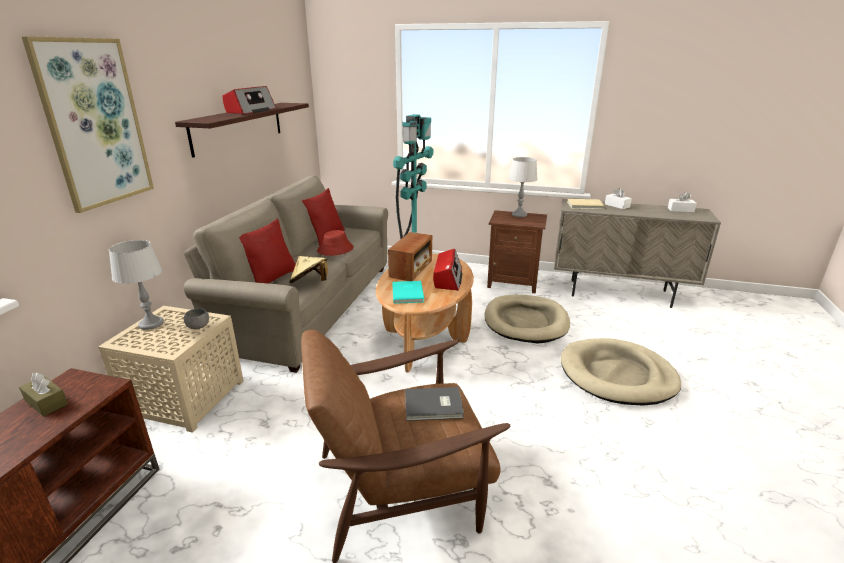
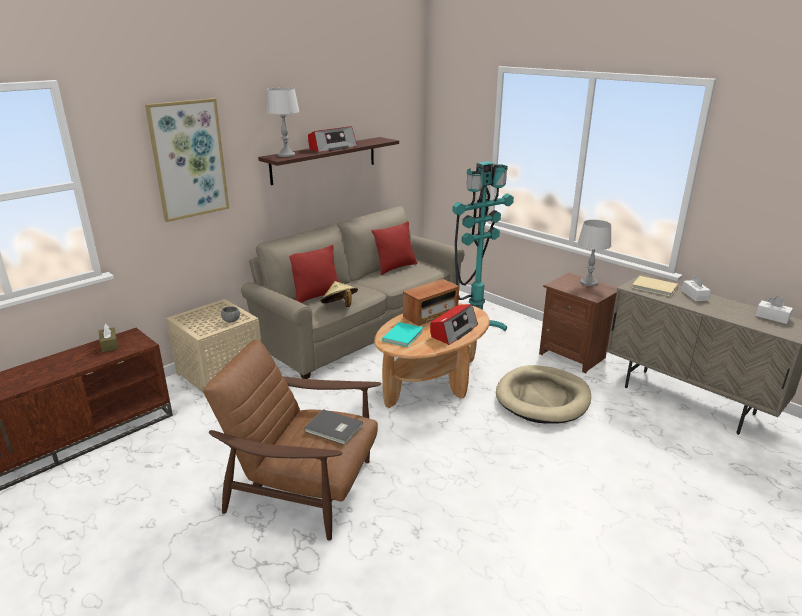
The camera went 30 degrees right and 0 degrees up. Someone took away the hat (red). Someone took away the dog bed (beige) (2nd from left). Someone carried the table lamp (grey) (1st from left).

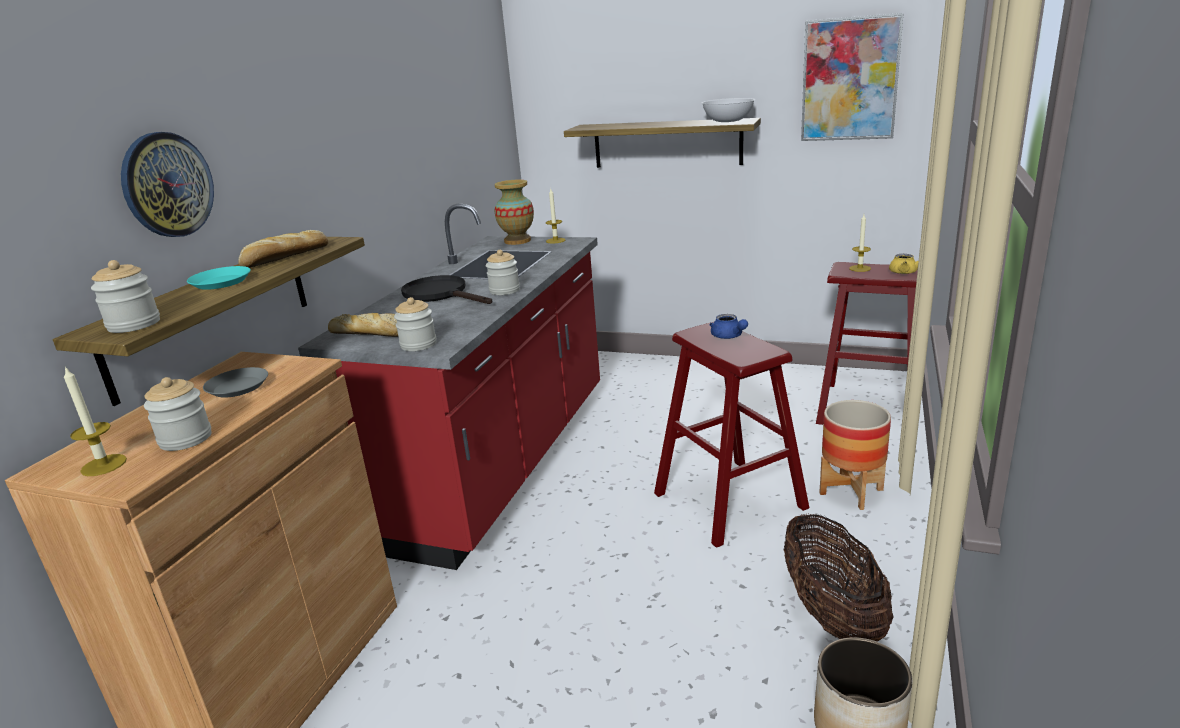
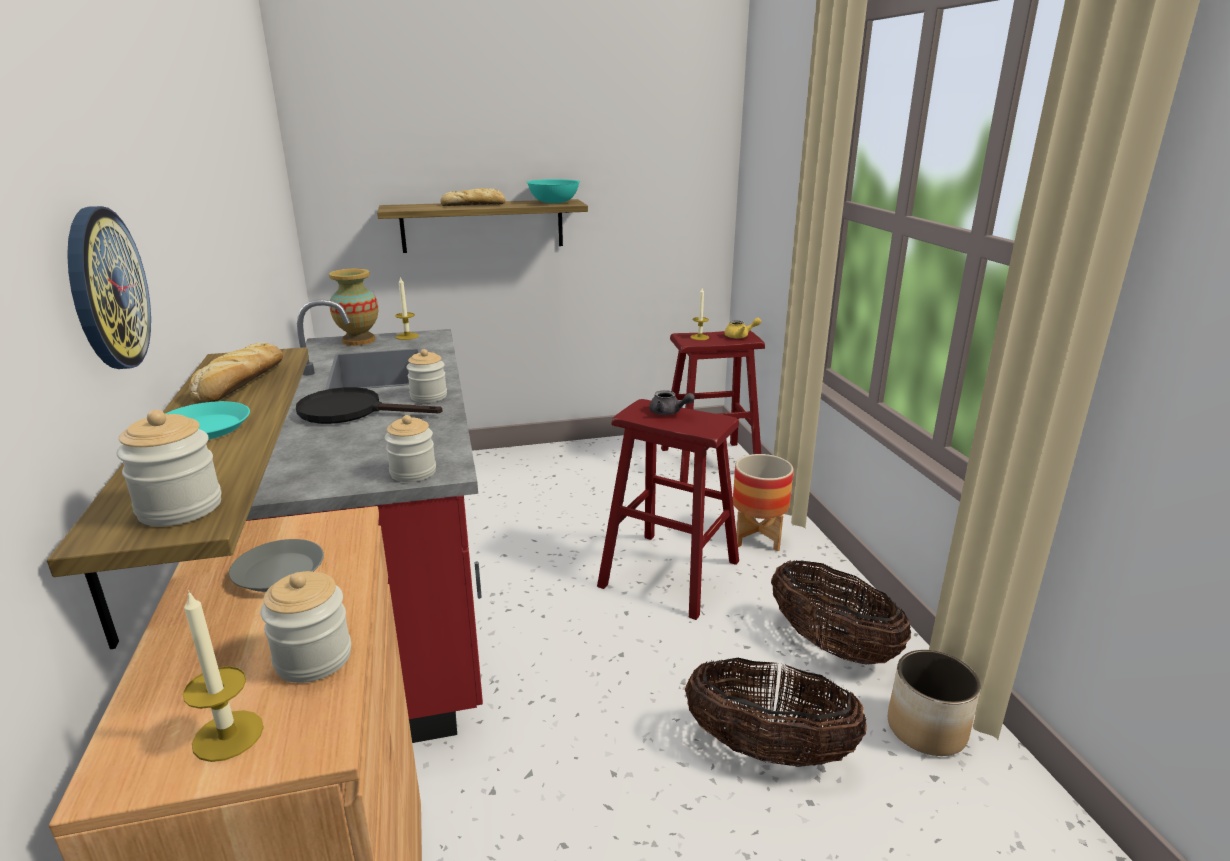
The camera went 35 degrees left and 0 degrees up. Someone took away the picture. Someone put down the basket (1st from left). Someone carried the bread (2nd from left). Someone repainted the bowl (white), which became the bowl (turquoise). Someone repainted the teapot (blue), which became the teapot (grey).

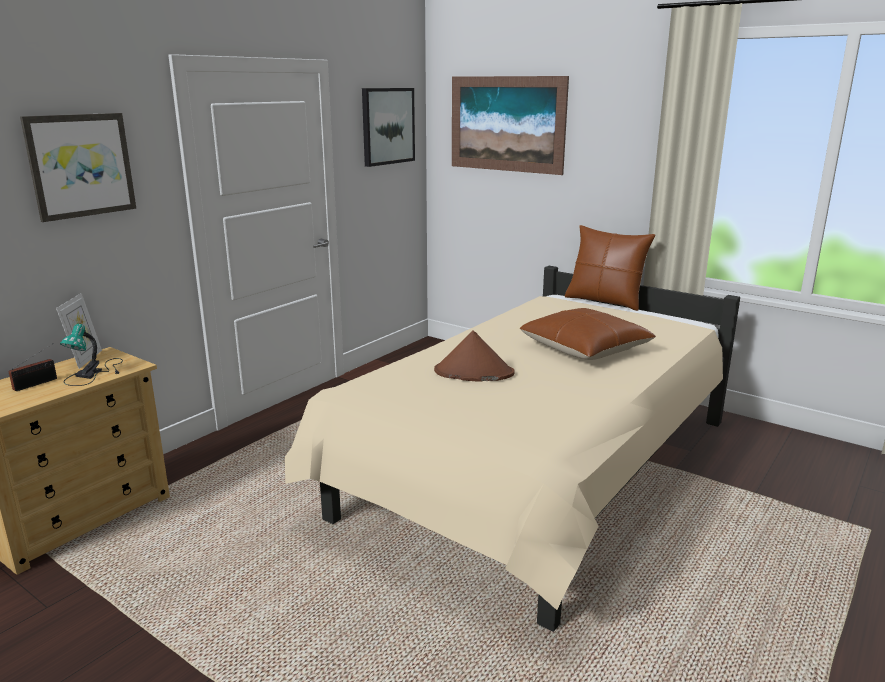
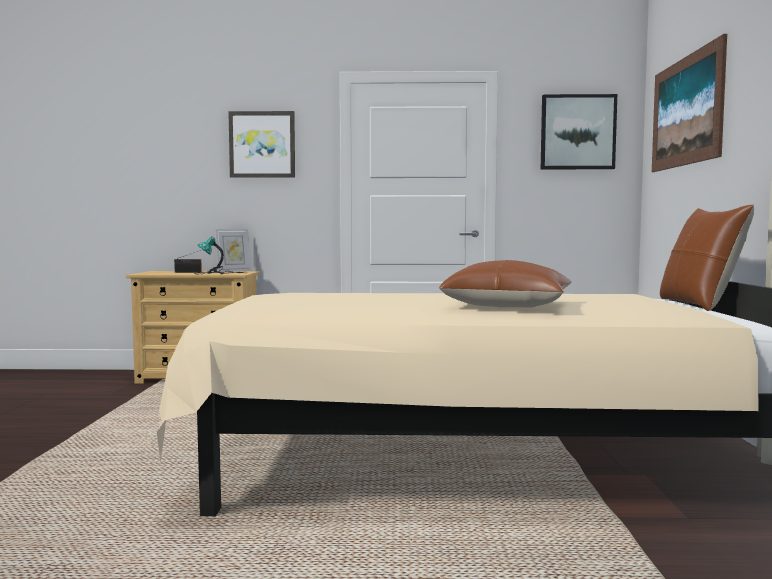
The camera went 55 degrees right and 15 degrees down. Someone took away the hat (brown).

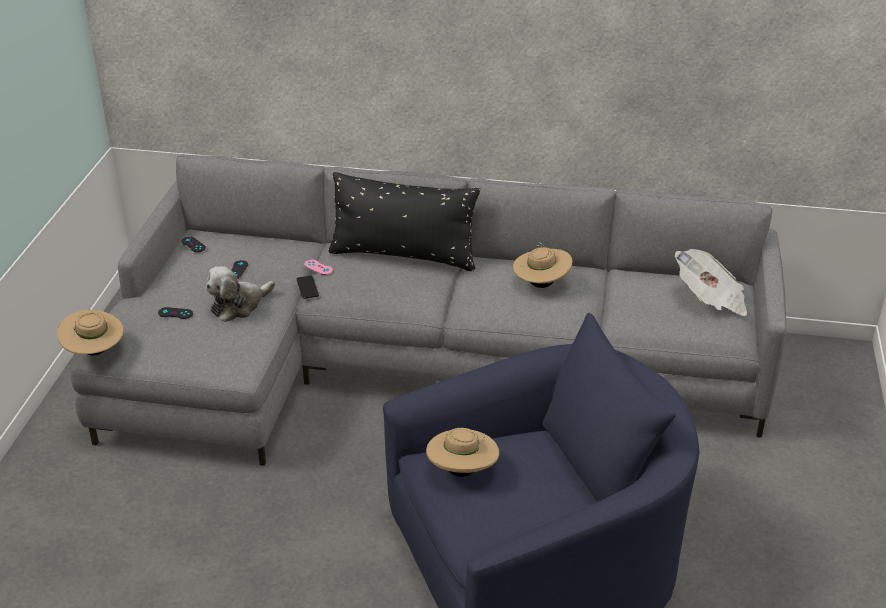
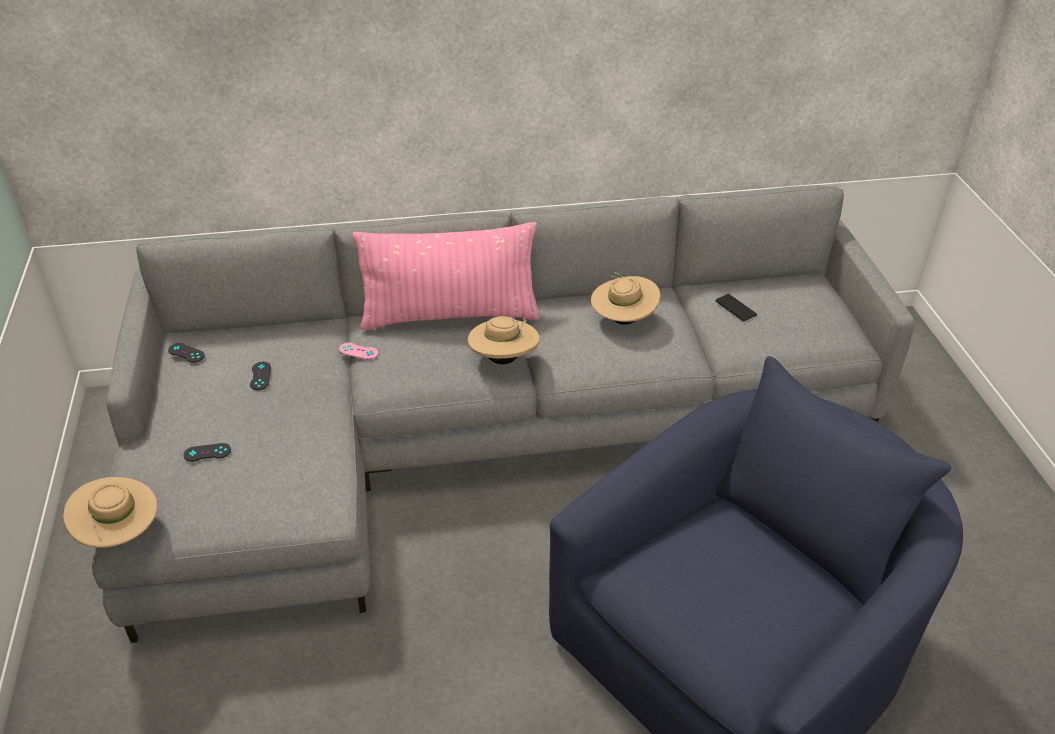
The camera went 20 degrees left and 5 degrees up. Someone took away the plush toy. Someone took away the newspaper. Someone carried the phone. Someone carried the hat (beige) (2nd from left). Someone repainted the pillow (black), which became the pillow (pink).

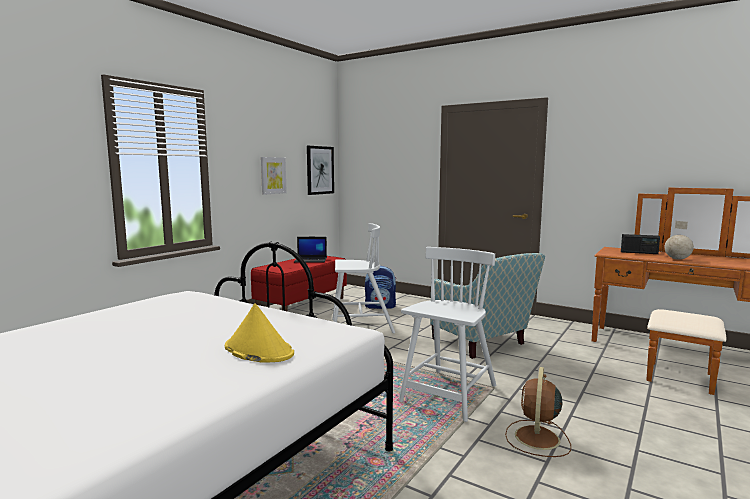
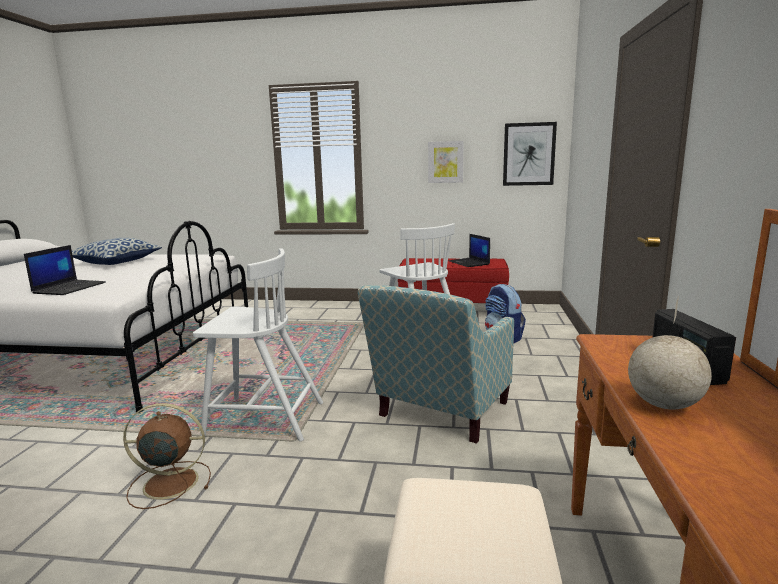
The camera went 65 degrees right and 5 degrees up. Someone put down the pillow. Someone swapped the hat (yellow) for the laptop (1st from left).

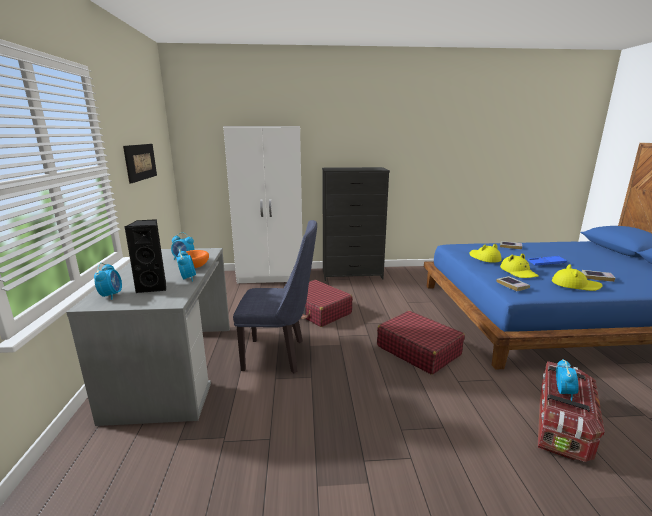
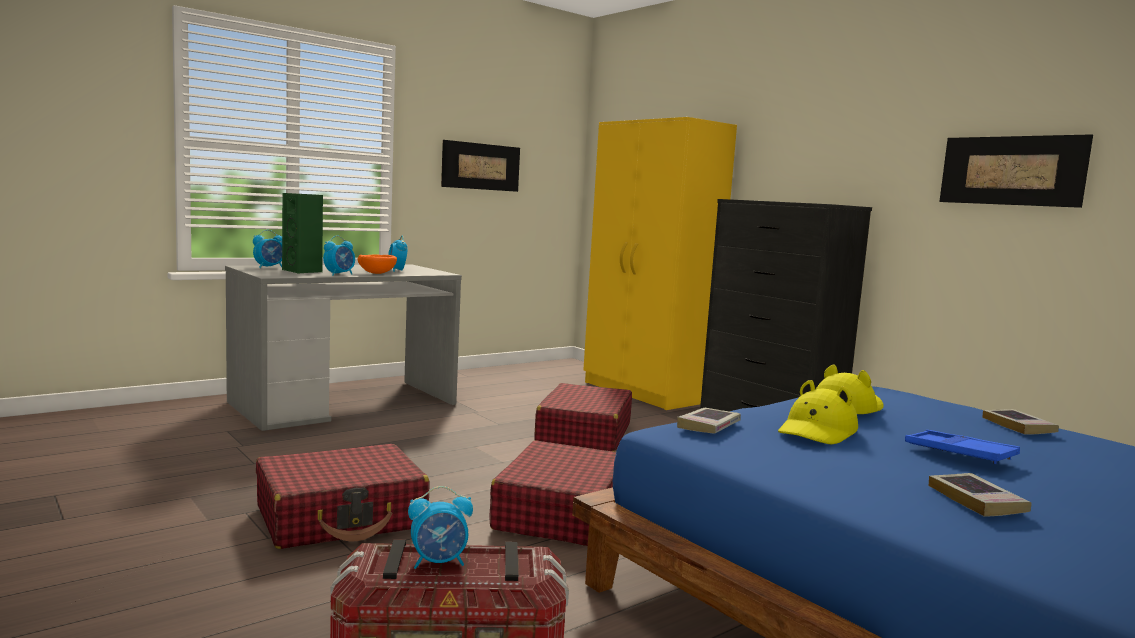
The camera went 55 degrees right and 10 degrees down. Someone took away the chair (blue). Someone took away the hat (yellow) (3rd from left). Someone put down the suitcase (red) (1st from left). Someone put up the picture (2nd from left). Someone repainted the speaker (black), which became the speaker (green). Someone repainted the wardrobe (white), which became the wardrobe (yellow).

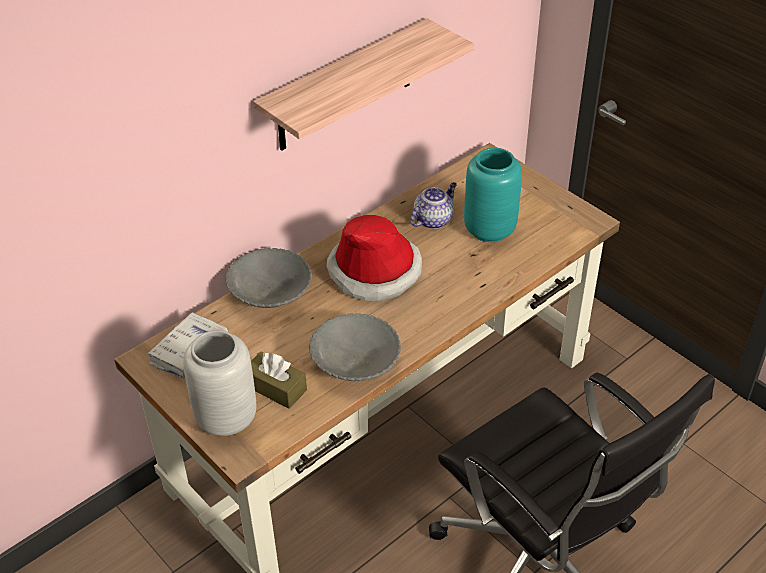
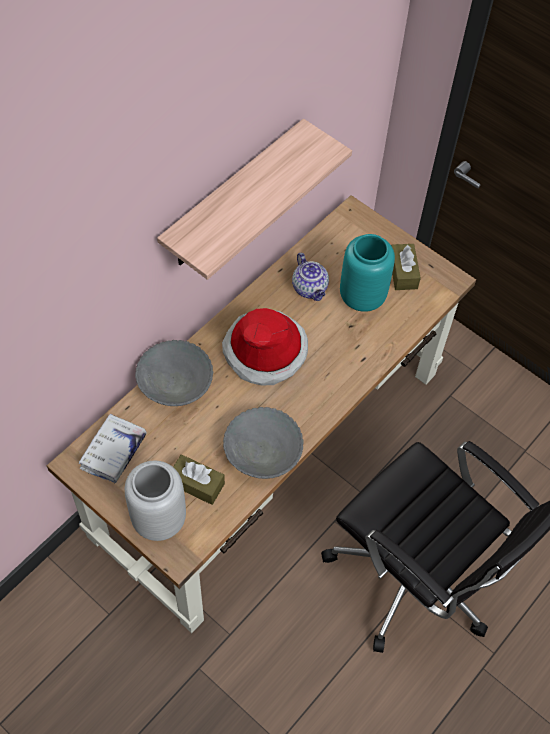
The camera went 10 degrees left and 15 degrees up. Someone put down the tissue box (brown) (2nd from left). Someone rotated the teapot by 120 degrees clockwise.

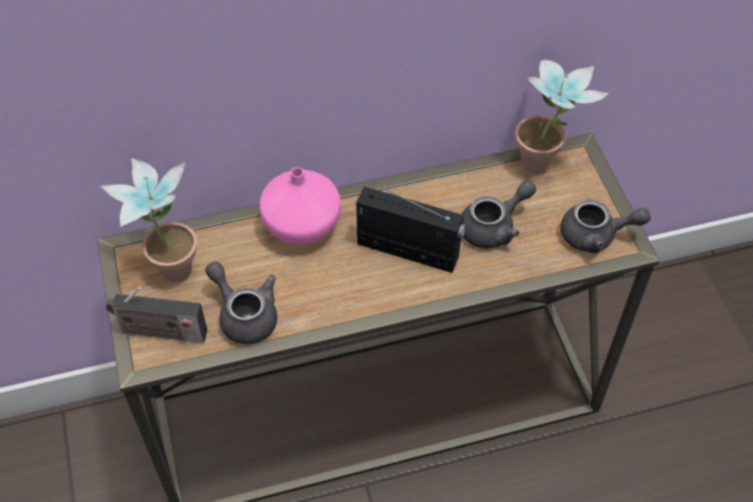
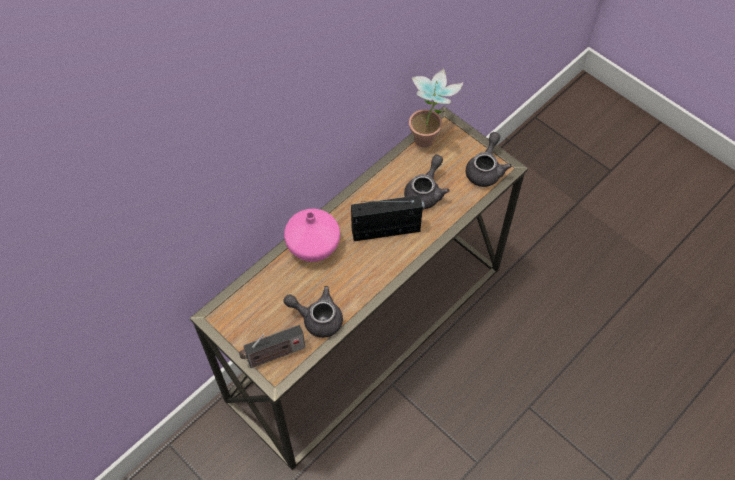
The camera went 30 degrees left and 5 degrees up. Someone took away the potted plant (1st from left). Someone rotated the teapot (grey) (3rd from left) by 45 degrees counterclockwise.

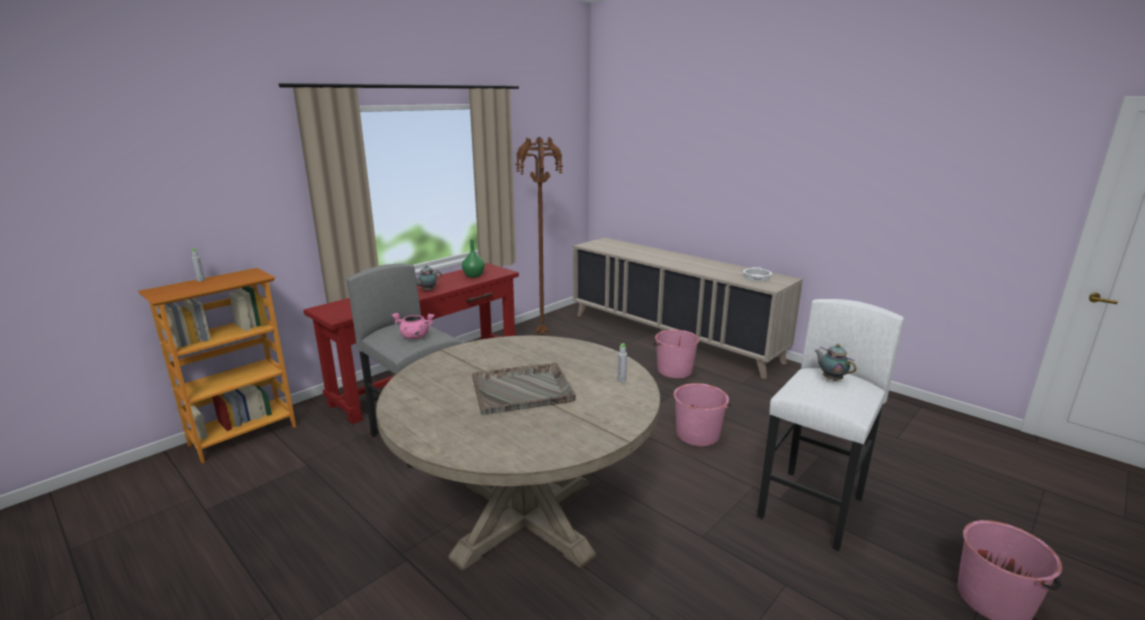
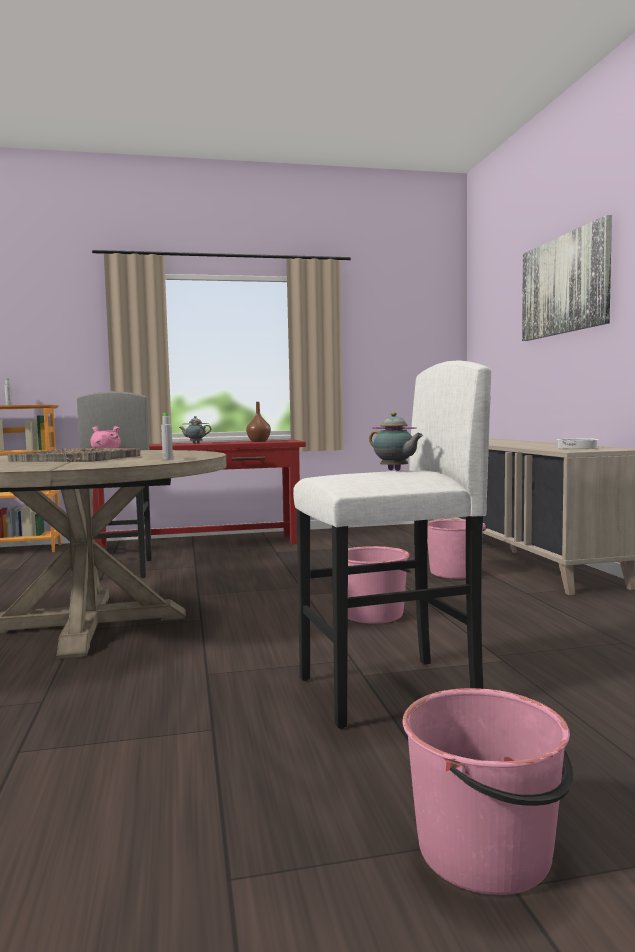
The camera went 35 degrees right and 15 degrees down. Someone took away the floor lamp (brown). Someone put up the picture. Someone repainted the vase (green), which became the vase (brown). Someone rotated the teapot (2nd from left) by 135 degrees clockwise.

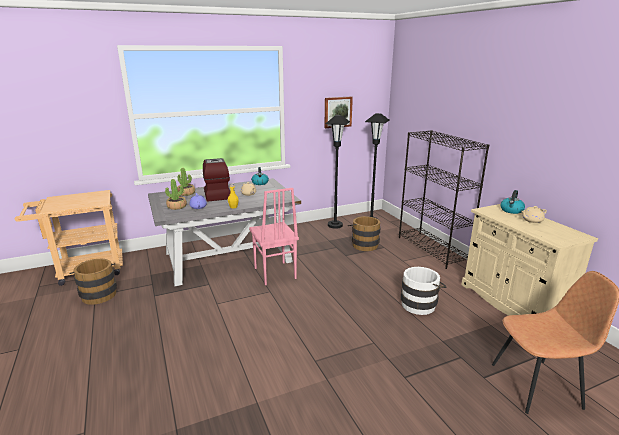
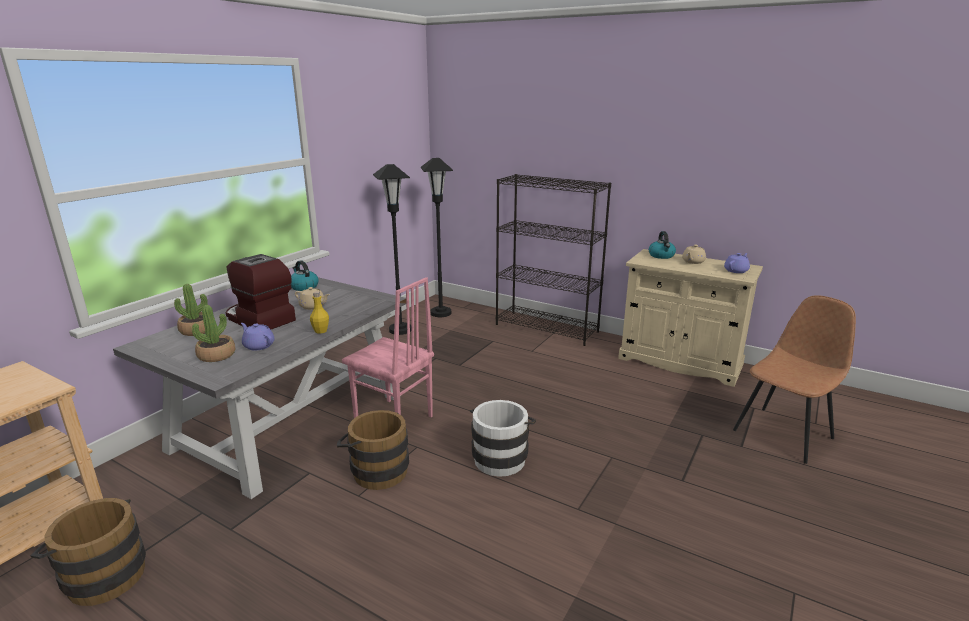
The camera went 35 degrees left and 0 degrees up. Someone took away the picture. Someone put down the teapot (purple) (2nd from left). Someone carried the bucket (brown) (2nd from left). Someone carried the bucket (white).

